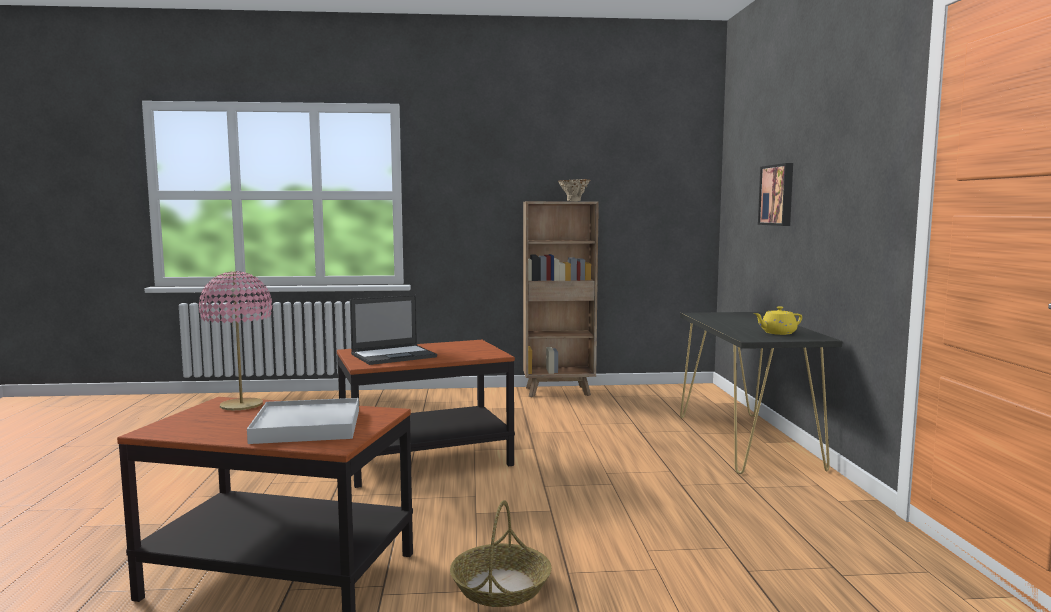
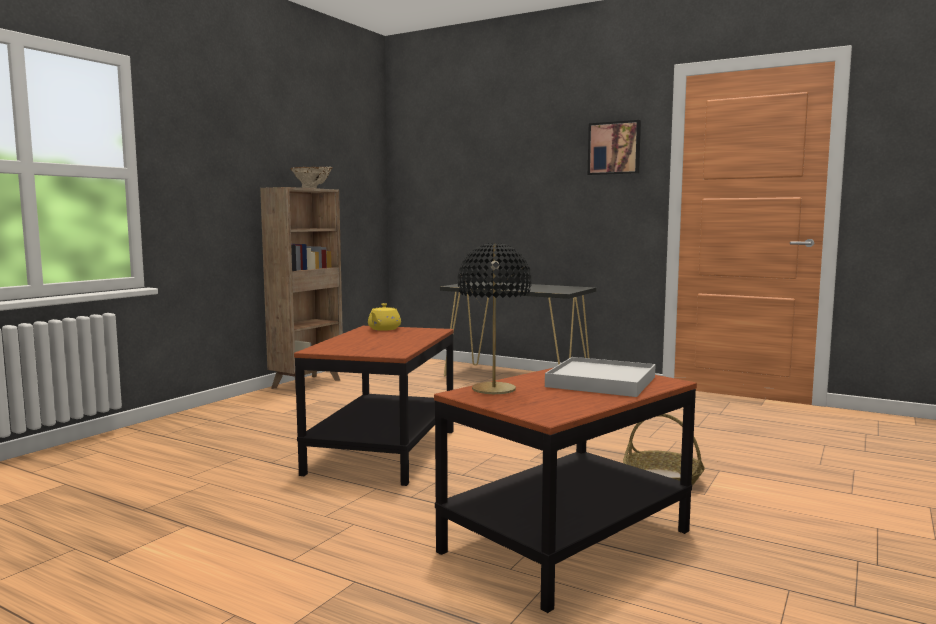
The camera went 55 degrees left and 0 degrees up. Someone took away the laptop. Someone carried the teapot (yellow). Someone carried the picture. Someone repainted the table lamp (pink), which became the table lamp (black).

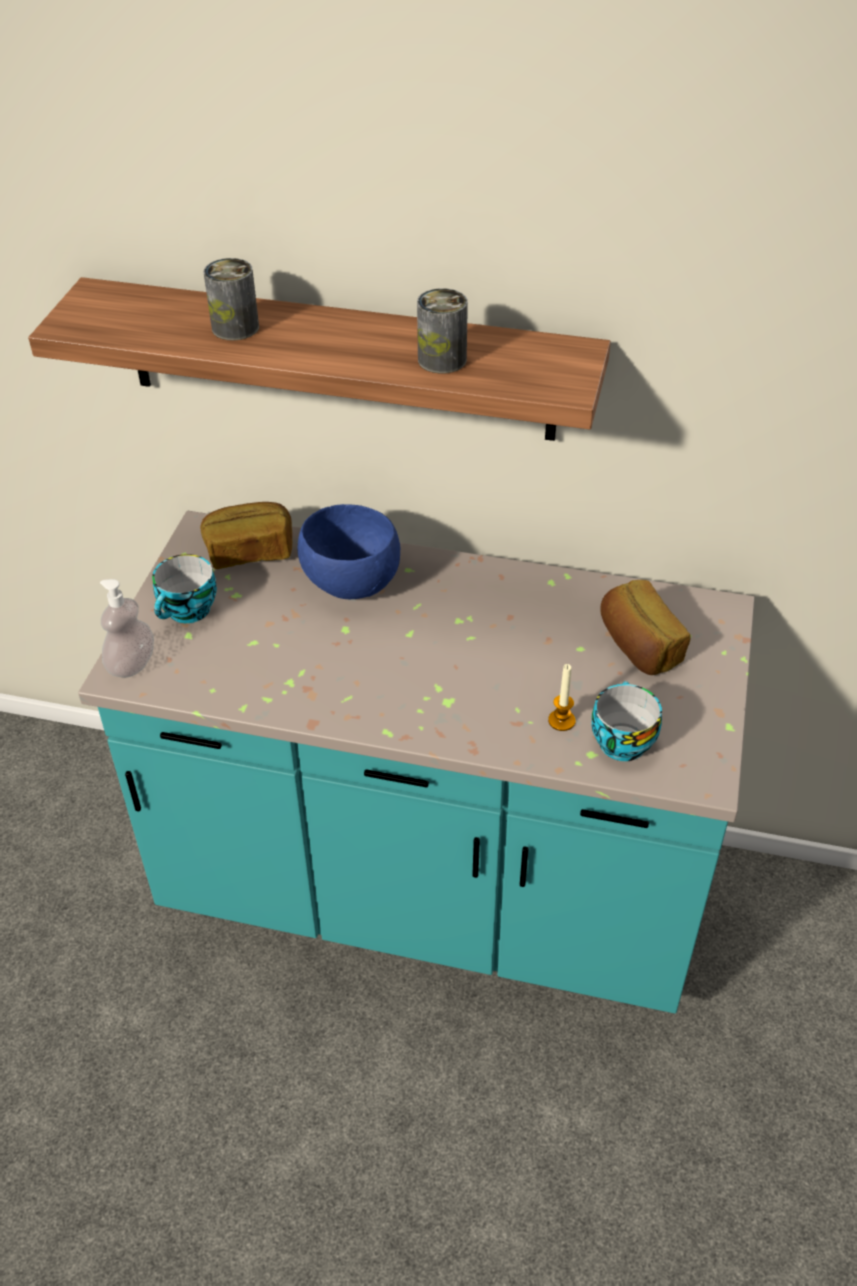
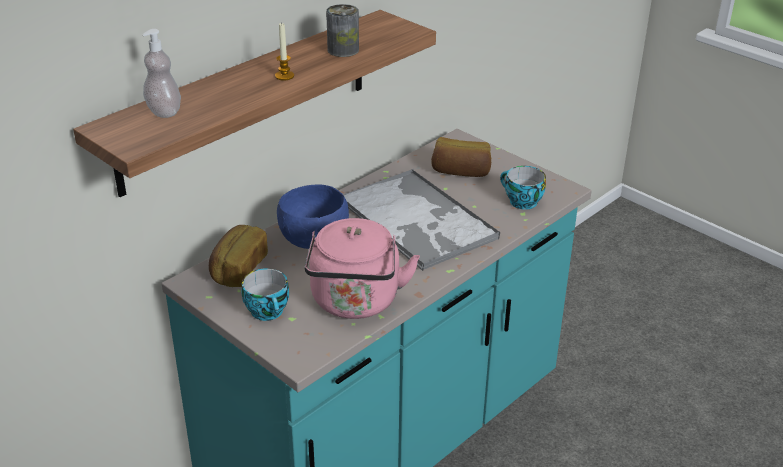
The camera went 60 degrees left and 10 degrees down. Someone took away the can (1st from left). Someone put down the kettle (pink). Someone put down the tray. Someone carried the soap dispenser. Someone carried the candle.

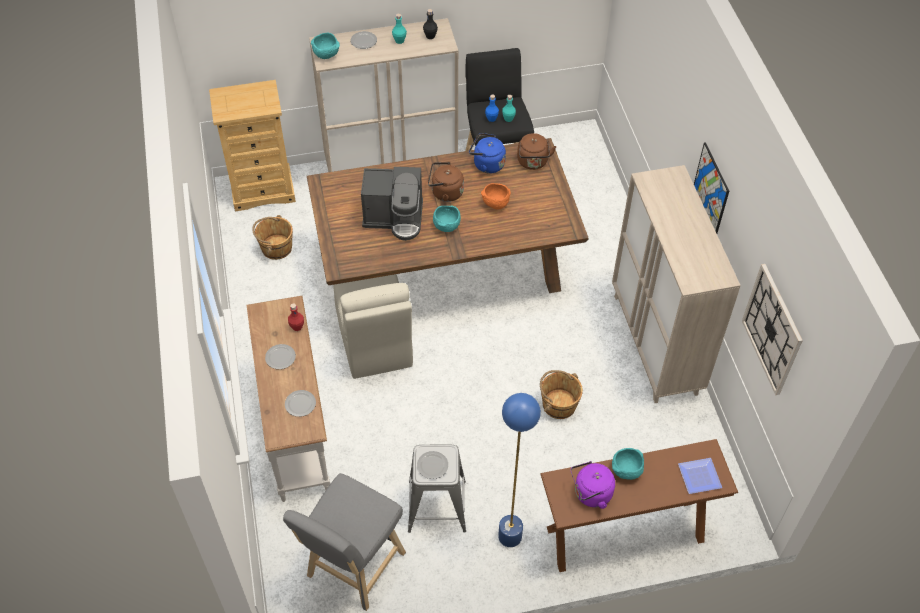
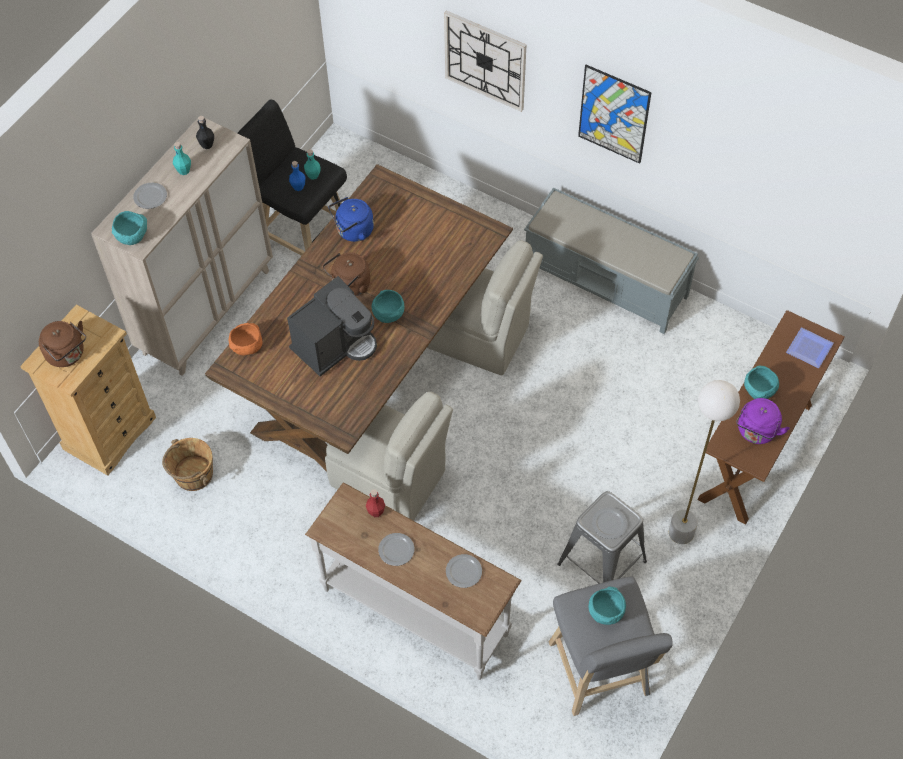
The camera went 45 degrees left and 5 degrees up. Someone took away the bucket (brown) (2nd from left). Someone put down the chair (beige) (2nd from left). Someone put down the bowl (turquoise) (3rd from left). Someone carried the bowl (orange). Someone carried the kettle (brown) (2nd from left in the first image). Someone carried the wall clock. Someone swapped the cabinet (beige) (2nd from left) for the bench (grey). Someone repainted the floor lamp (blue), which became the floor lamp (white).

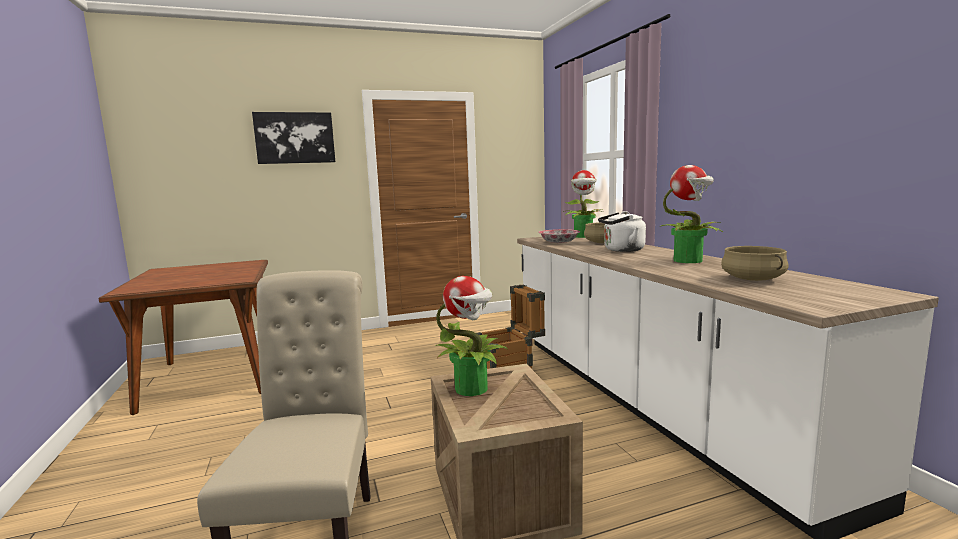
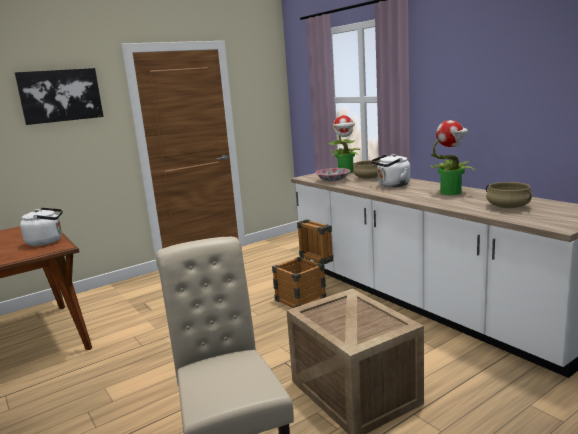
The camera went 15 degrees left and 5 degrees up. Someone took away the potted plant (1st from left). Someone put down the kettle (white) (1st from left).

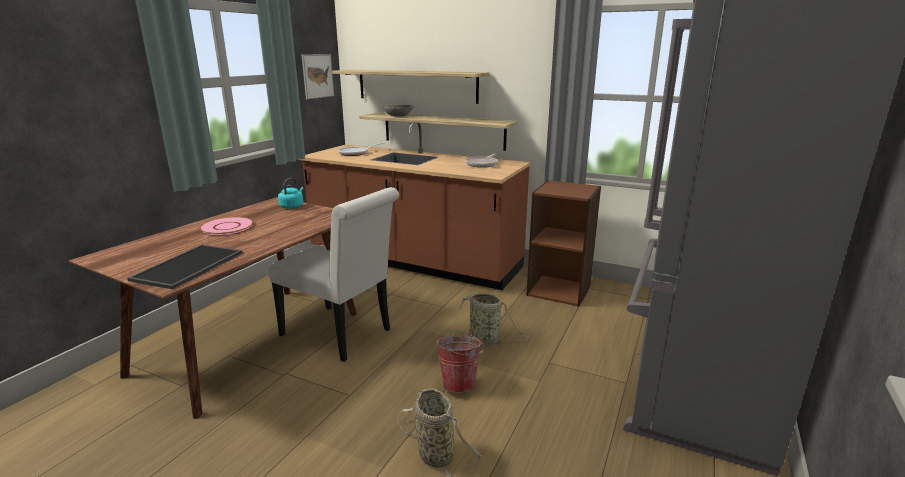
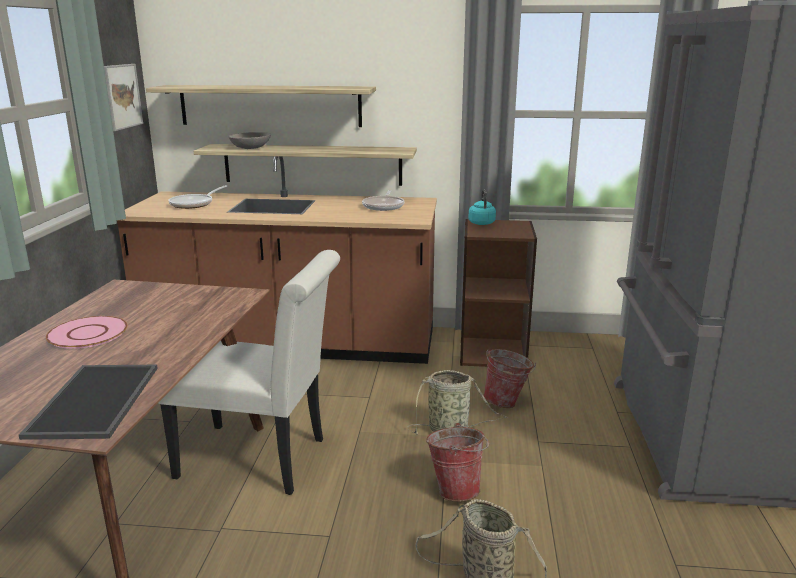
The camera went 20 degrees left and 0 degrees up. Someone put down the bucket (2nd from left). Someone carried the kettle (turquoise).

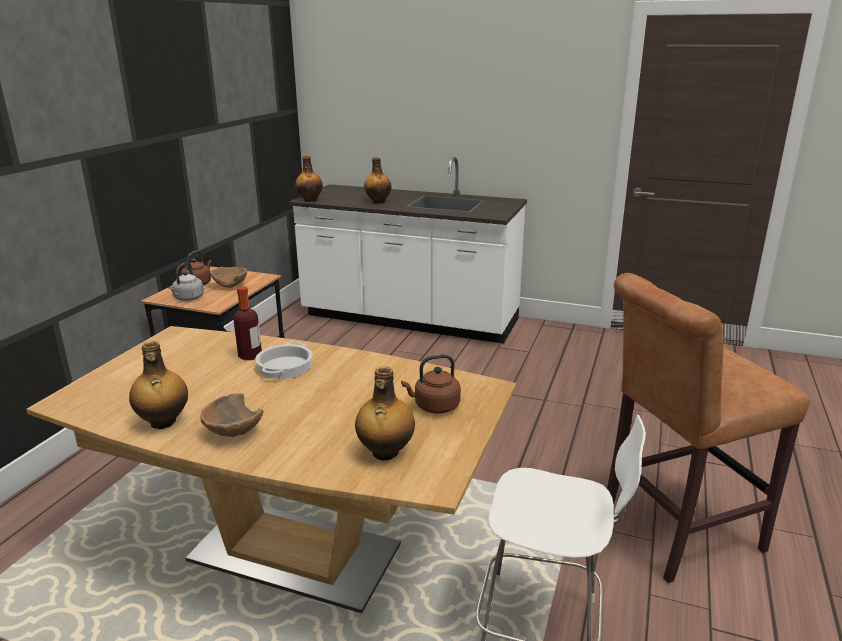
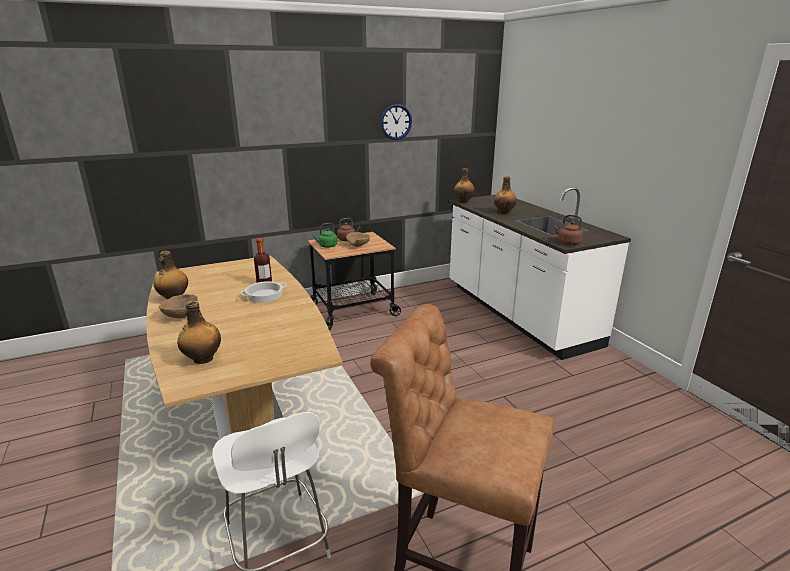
The camera went 45 degrees right and 0 degrees up. Someone put up the wall clock. Someone carried the kettle (brown) (2nd from left). Someone repainted the kettle (grey), which became the kettle (green).

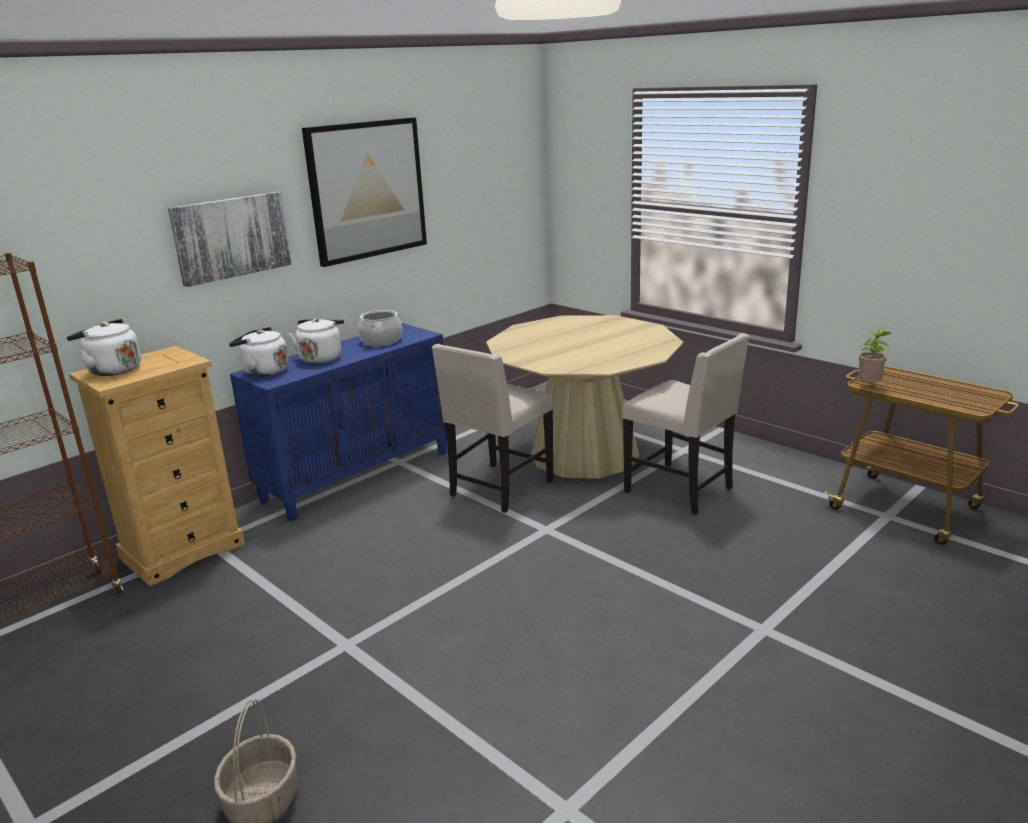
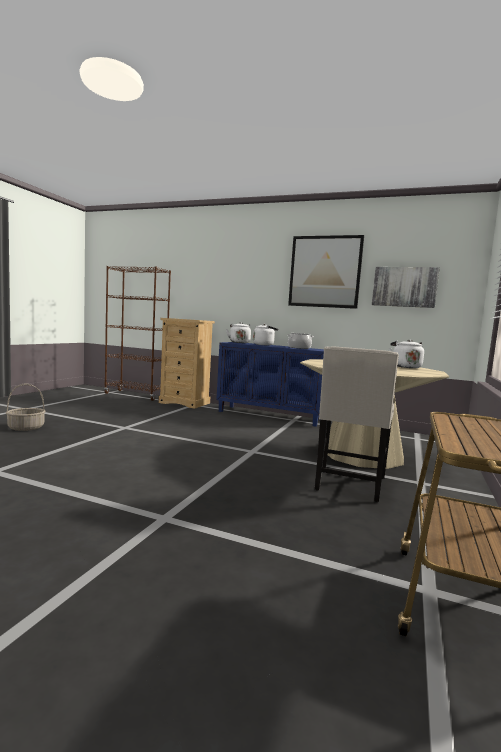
The camera went 65 degrees right and 15 degrees down. Someone took away the chair (beige) (1st from left). Someone took away the potted plant. Someone carried the kettle (white) (1st from left in the first image). Someone carried the picture (1st from left in the first image).

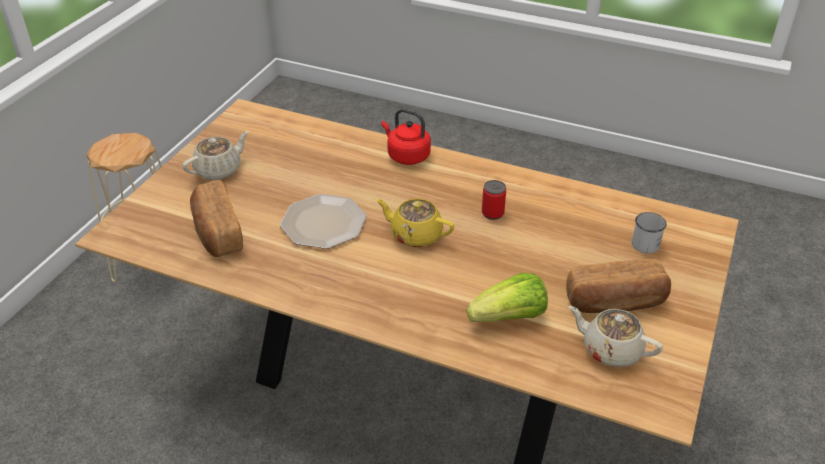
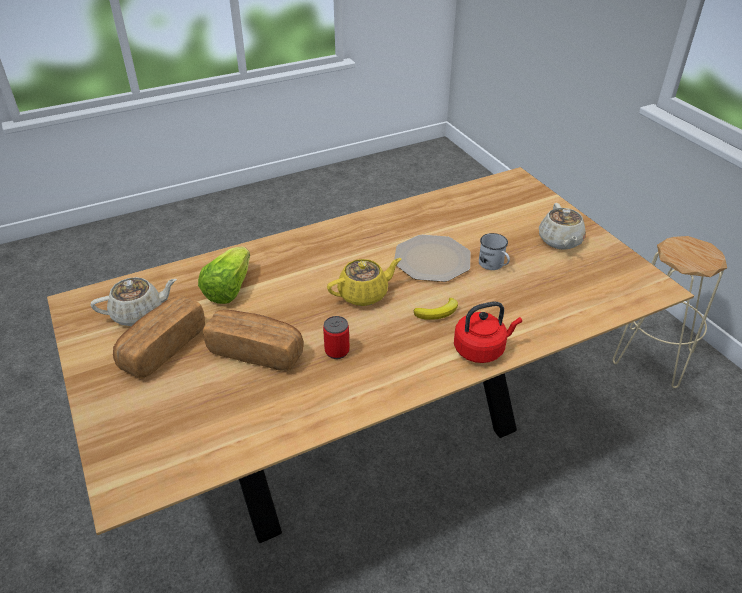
The camera went 130 degrees right and 0 degrees up. Someone put down the banana. Someone carried the bread (1st from left in the first image). Someone carried the mug (white).

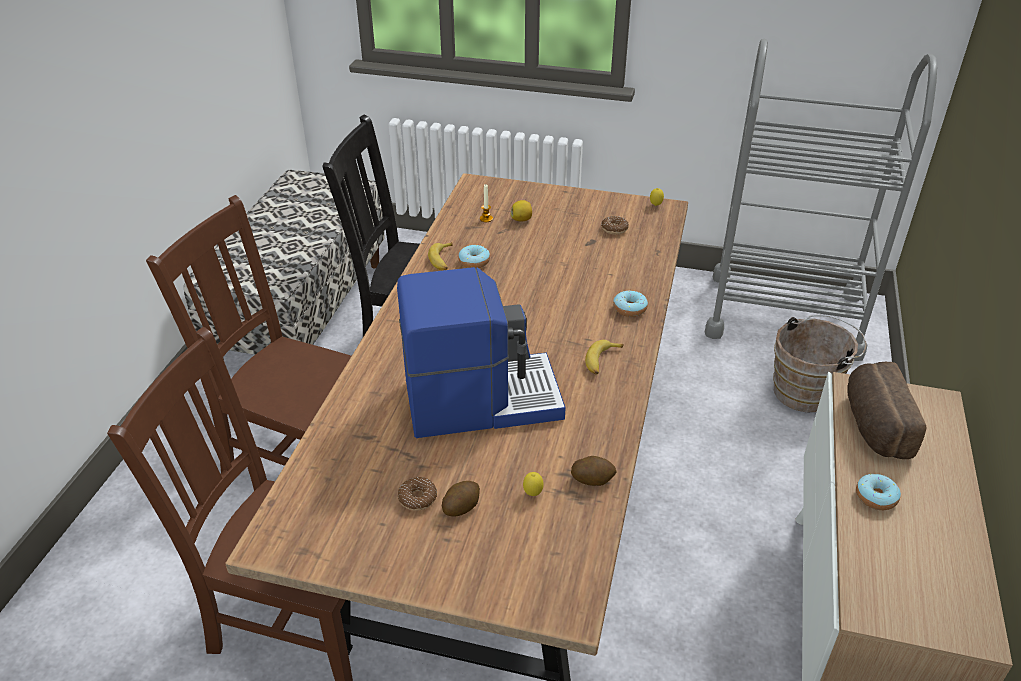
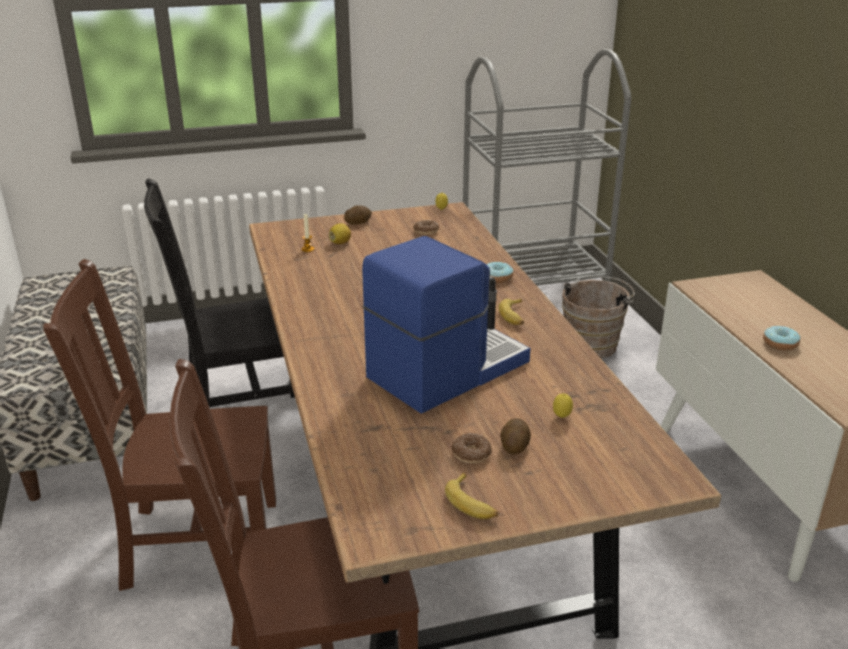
The camera went 30 degrees left and 10 degrees down. Someone took away the donut (2nd from left). Someone took away the bread. Someone carried the banana (1st from left). Someone carried the potato (2nd from left in the first image).

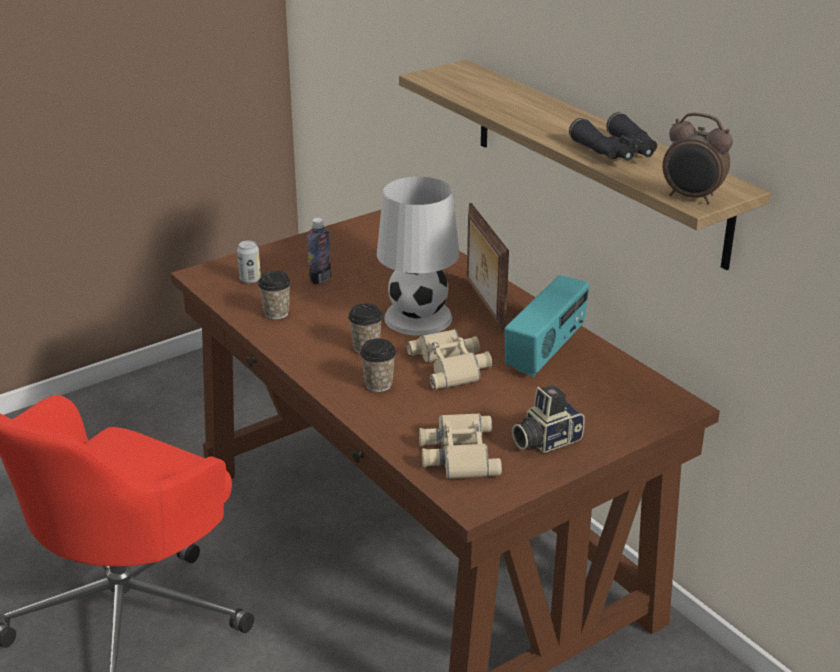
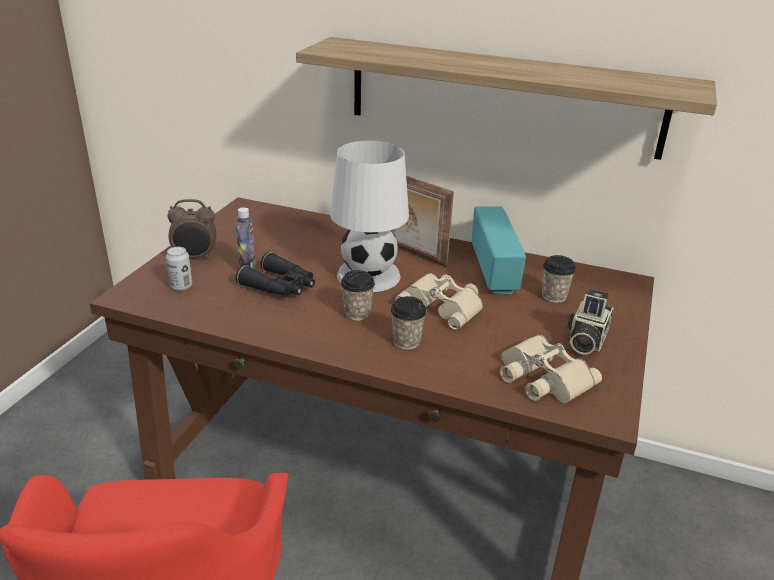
The camera went 35 degrees left and 0 degrees up. Someone carried the cup (1st from left in the first image). Someone carried the binoculars (black). Someone carried the alarm clock.

